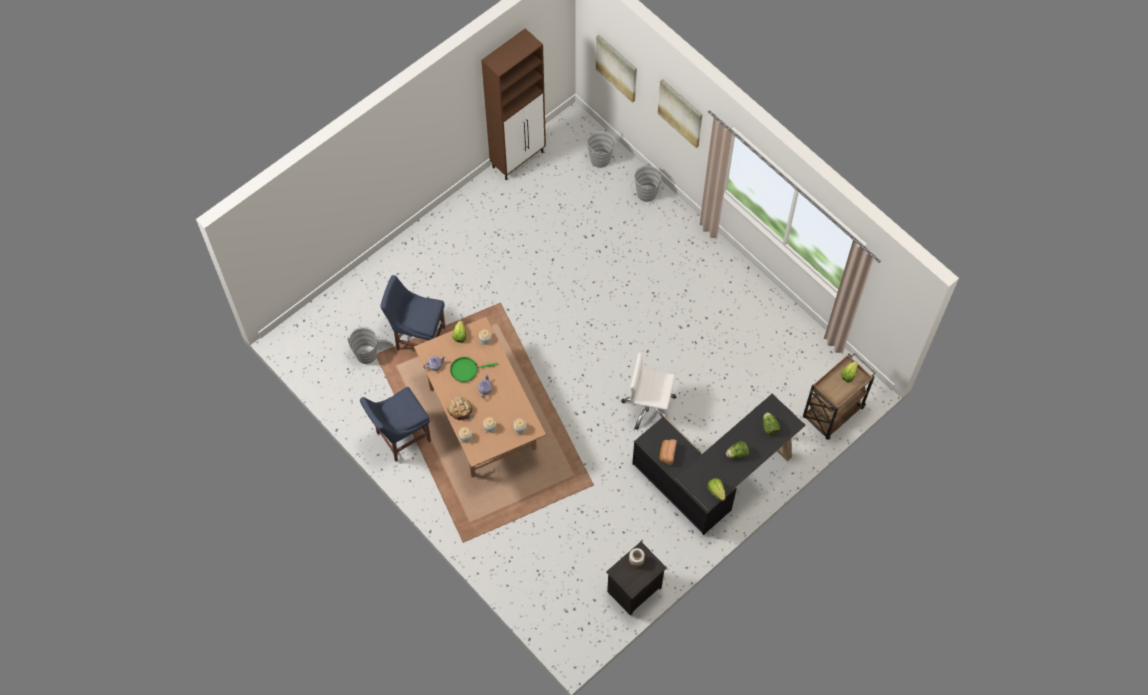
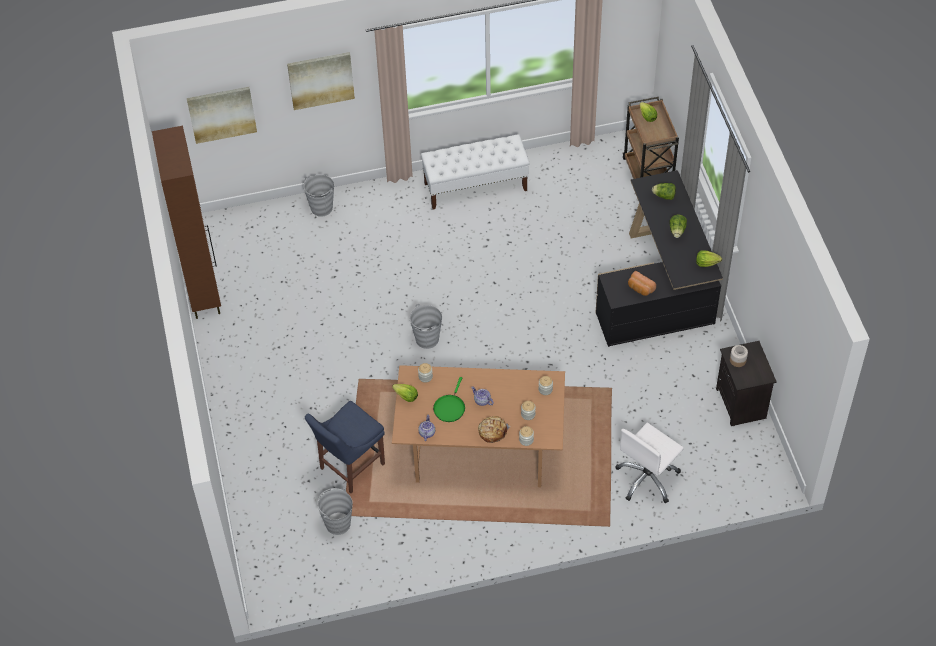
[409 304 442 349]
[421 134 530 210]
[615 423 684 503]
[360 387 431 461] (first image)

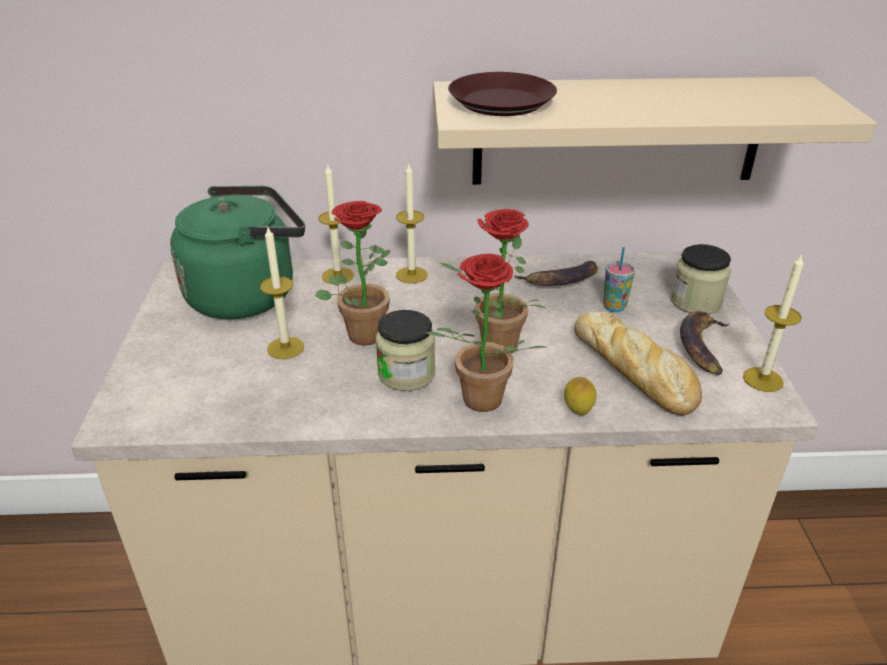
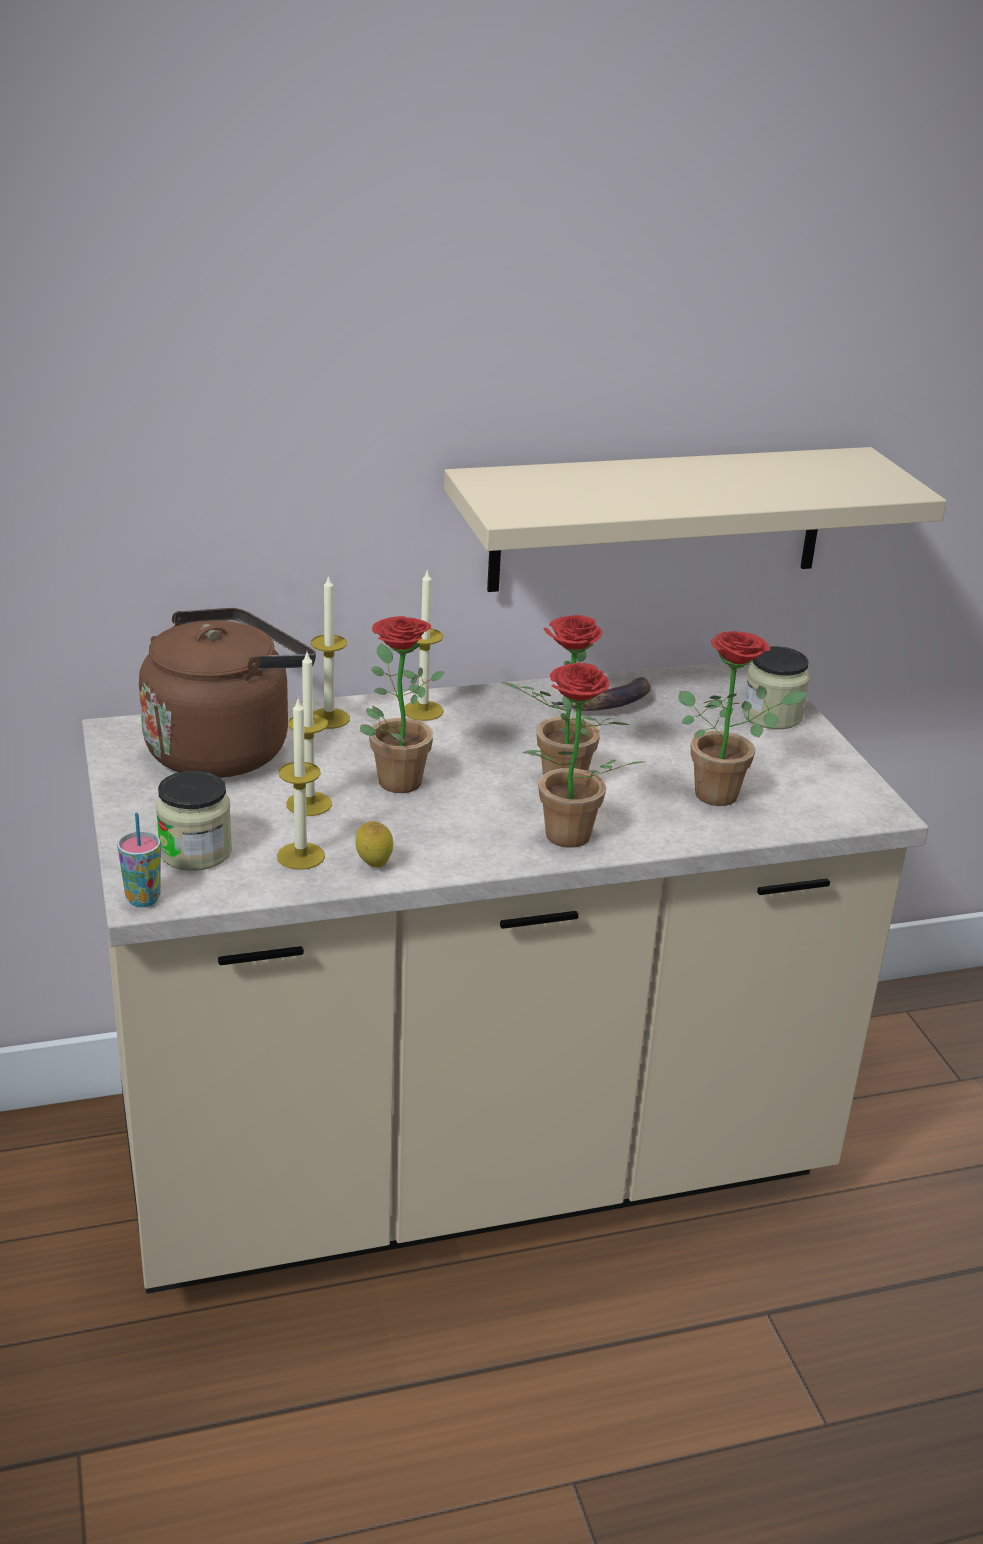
[117 813 161 907]
[139 608 316 778]
[156 770 232 871]
[277 697 325 870]
[355 821 393 868]
[679 631 807 806]
[448 72 557 116] (first image)
[680 311 730 375] (first image)

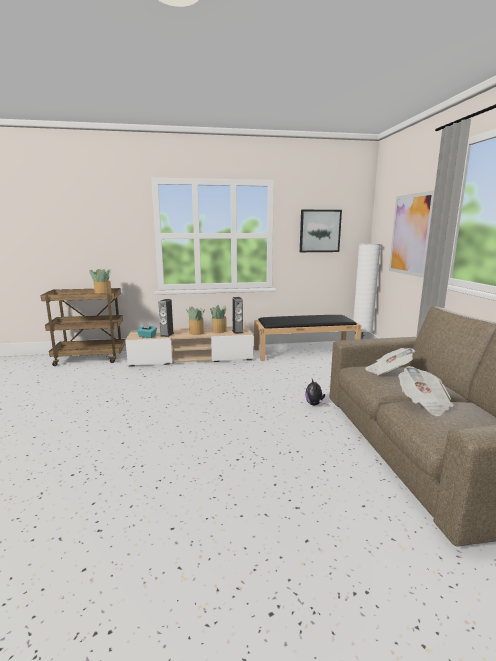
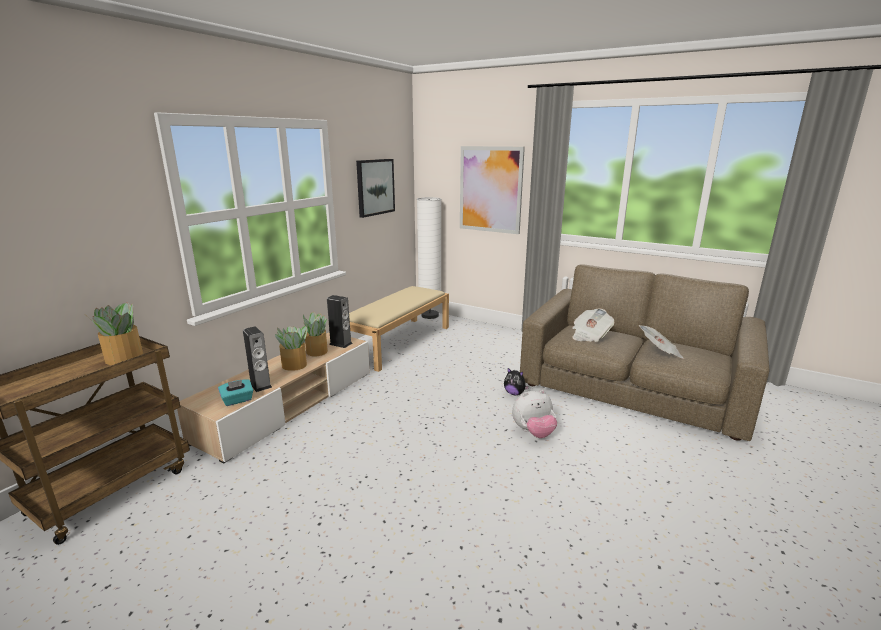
[349 286 449 372]
[512 390 557 438]

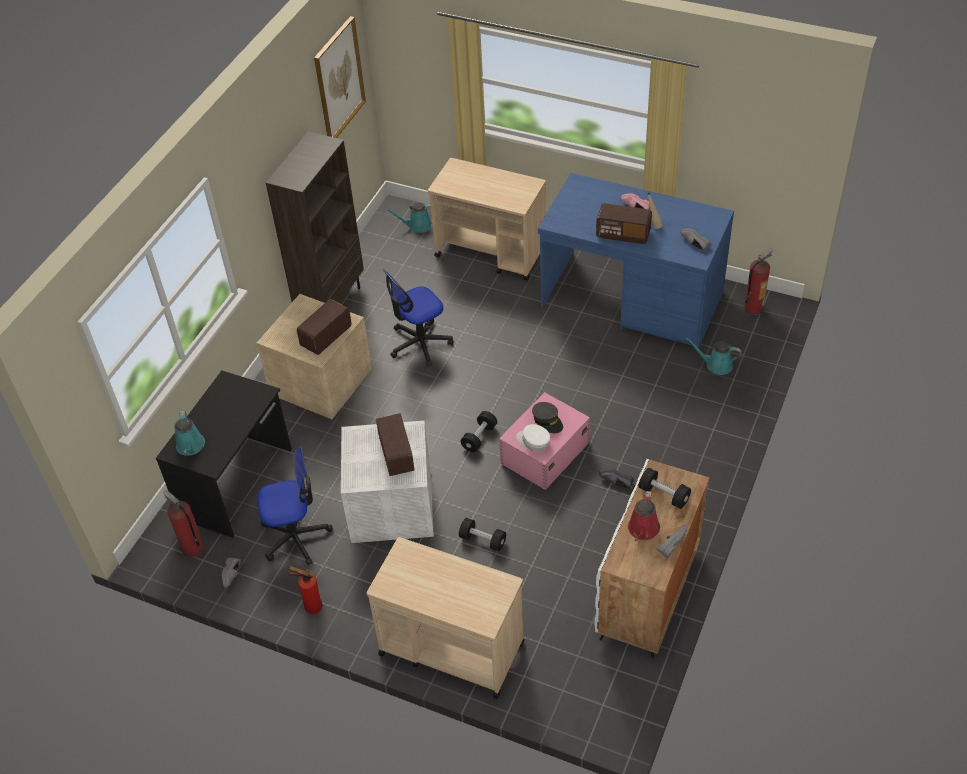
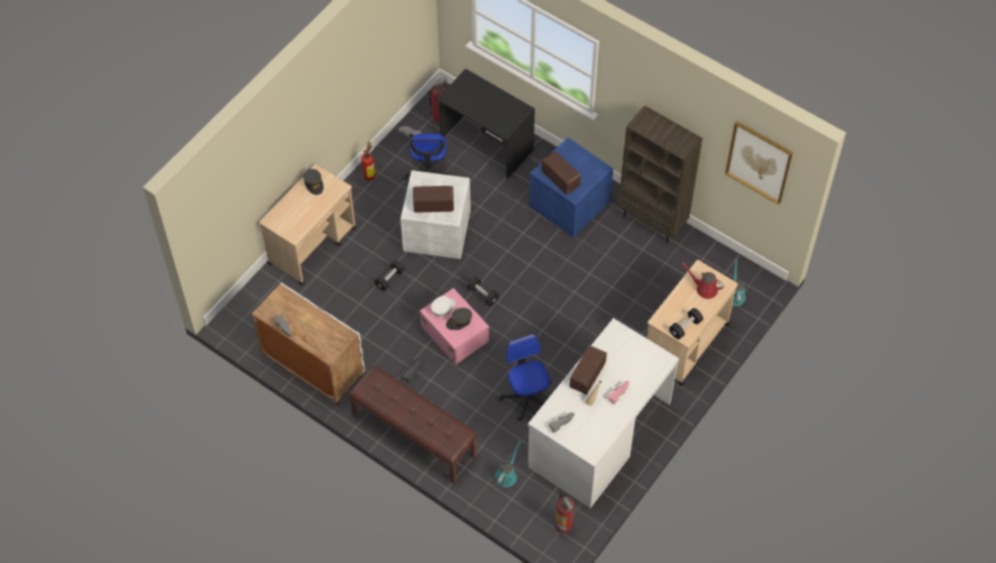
[303 169 323 195]
[348 366 477 483]
[498 334 551 421]
[528 318 679 508]
[529 137 613 238]
[669 308 703 339]
[682 262 724 299]
[174 411 205 456] (first image)

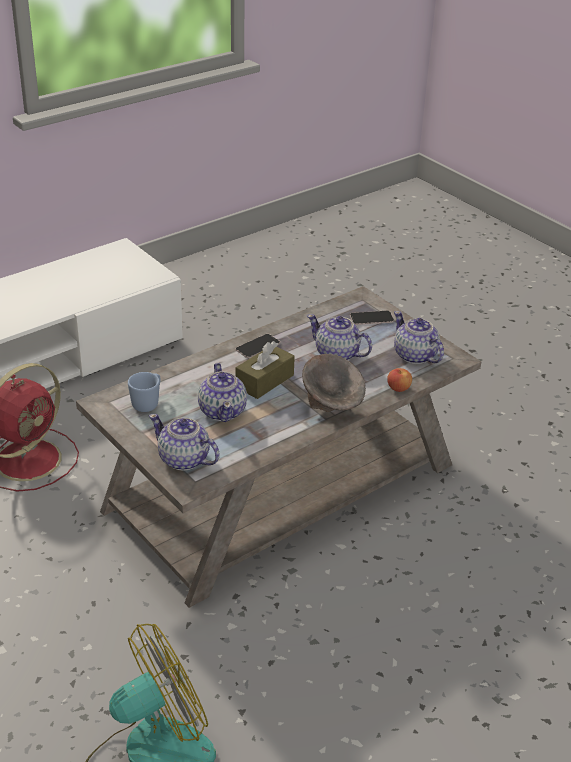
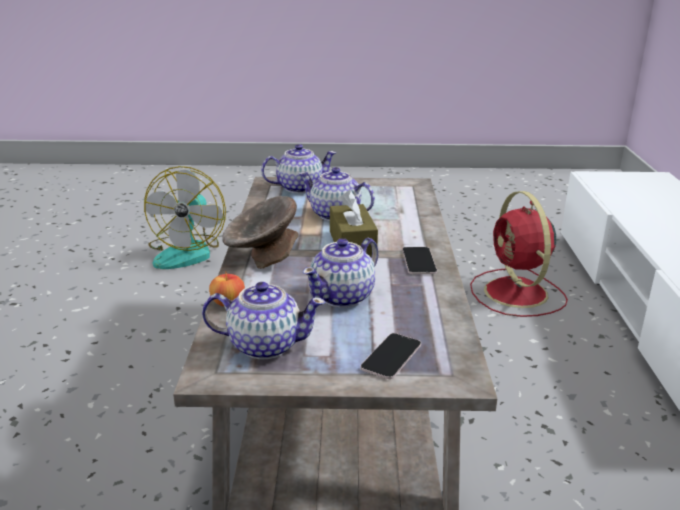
[303 237 378 308]
[128 372 161 412] (first image)

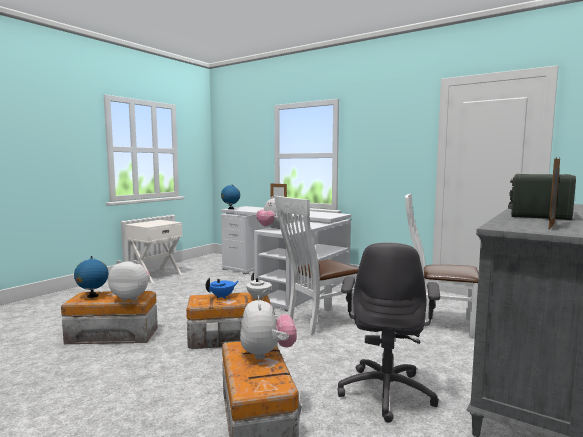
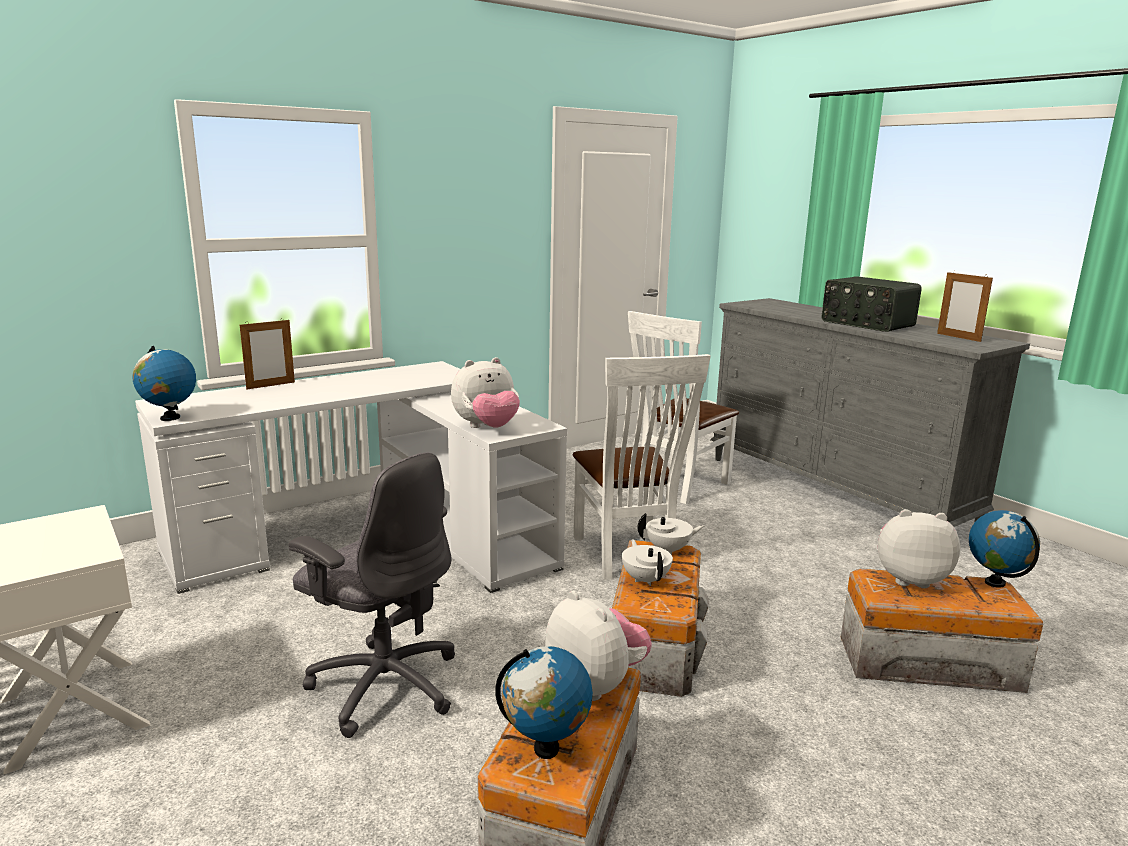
[289 453 455 738]
[545 591 652 701]
[622 539 673 586]
[969 510 1040 588]

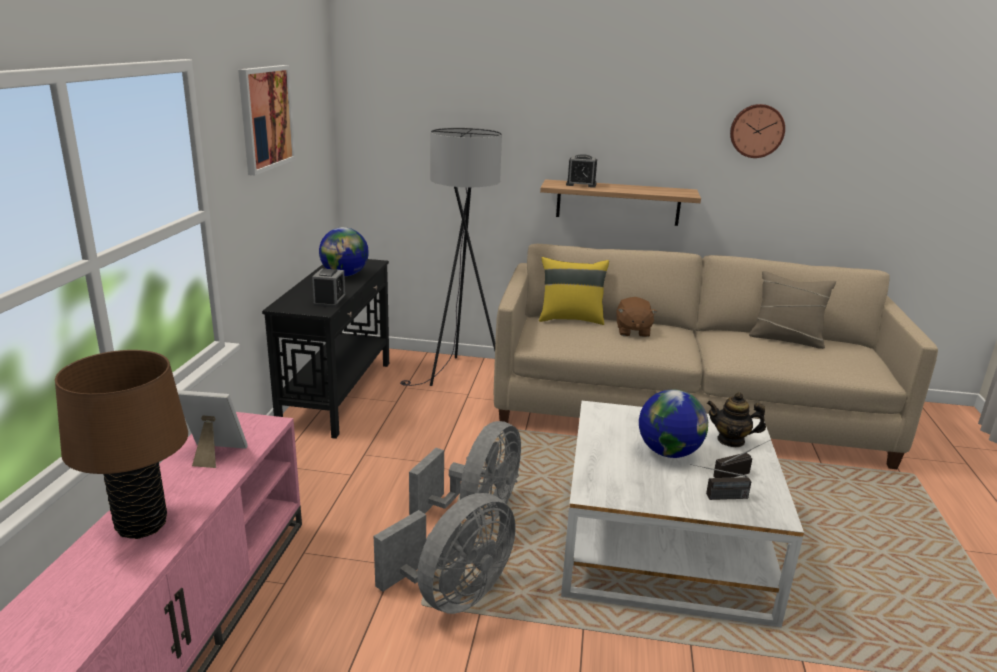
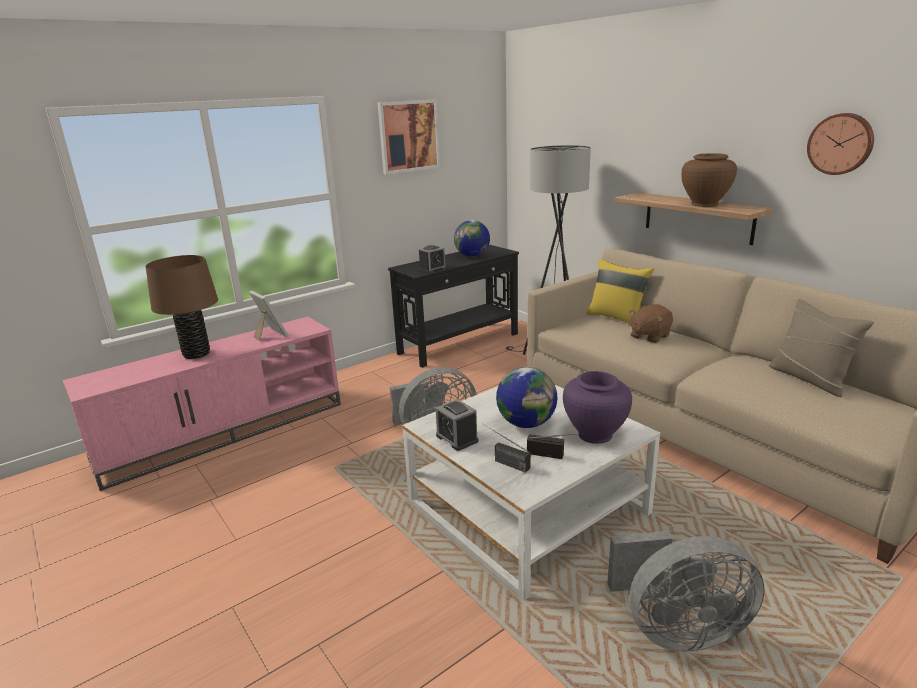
[435 399 479 451]
[563 371 632 444]
[607 531 765 652]
[681 153 737 207]

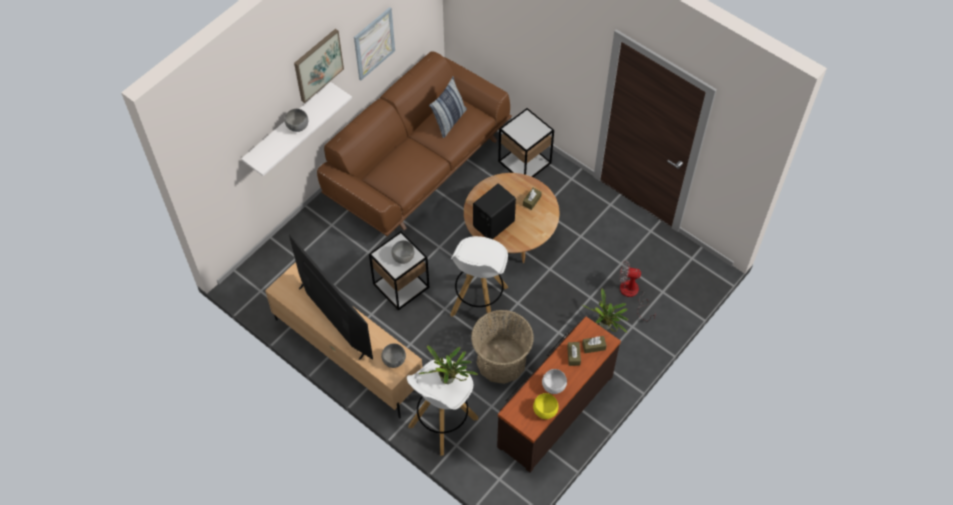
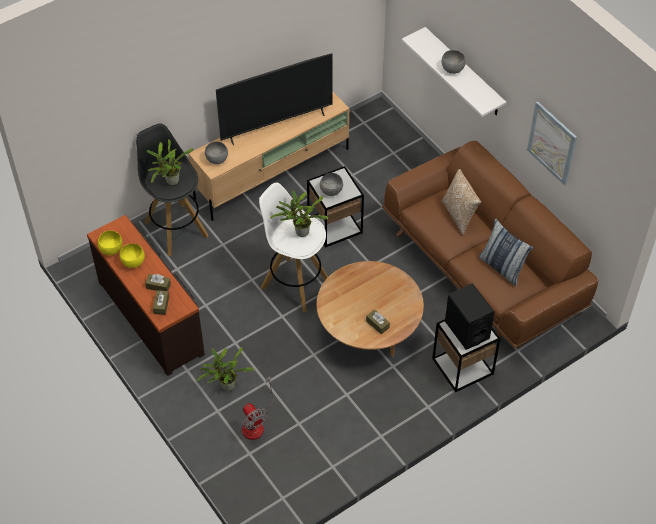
[119 243 145 268]
[136 124 209 256]
[242 376 273 440]
[270 190 328 237]
[442 169 481 235]
[445 283 495 350]
[294 29 344 103] (first image)
[471 310 534 384] (first image)

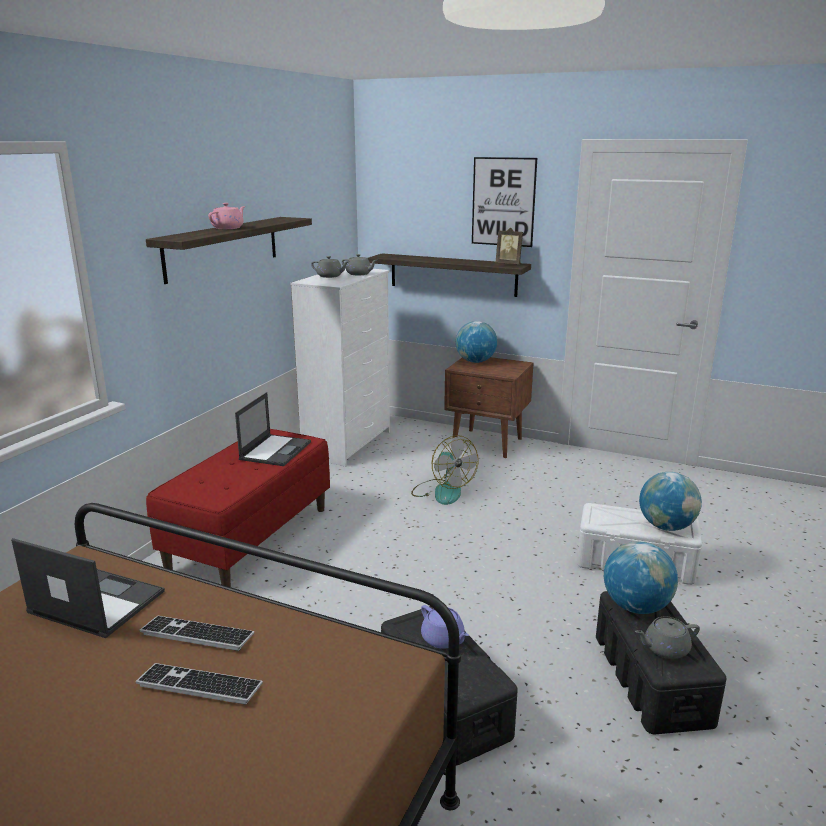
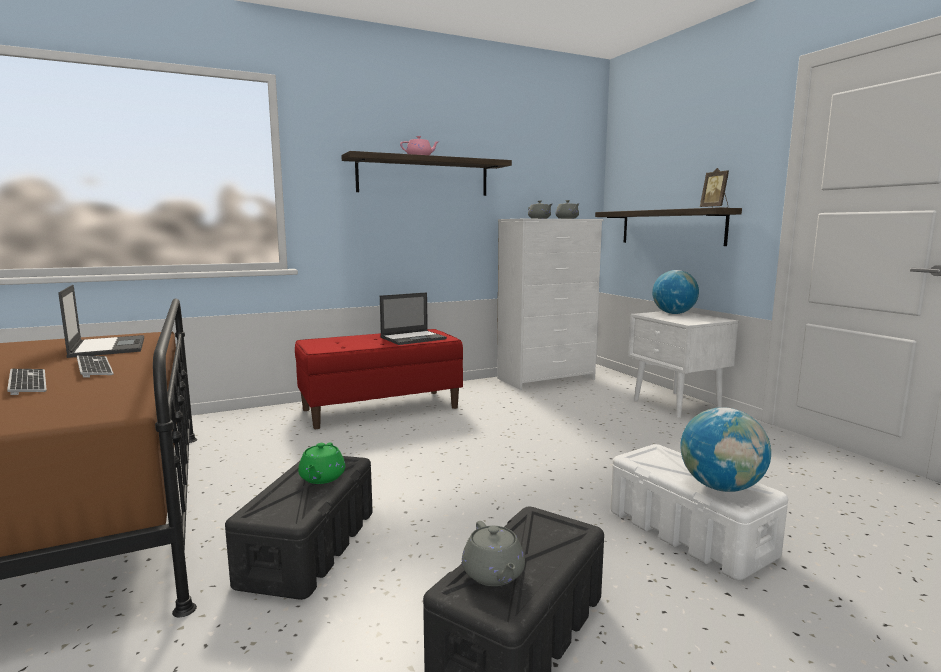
[298 443 345 484]
[462 521 525 586]
[628 311 739 418]
[411 435 479 505] (first image)
[472 157 537 247] (first image)
[604 541 678 614] (first image)

